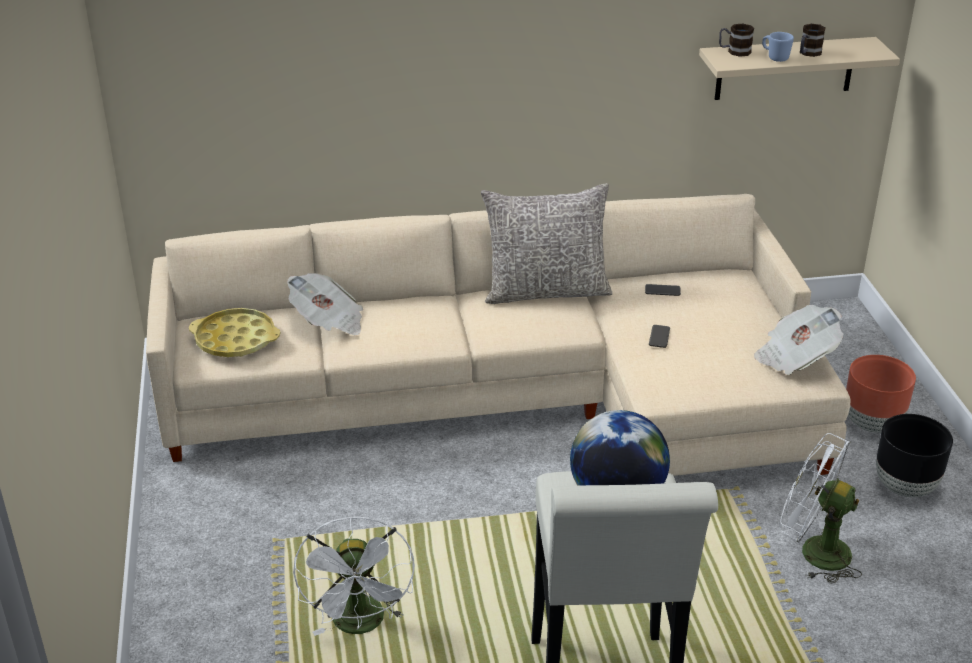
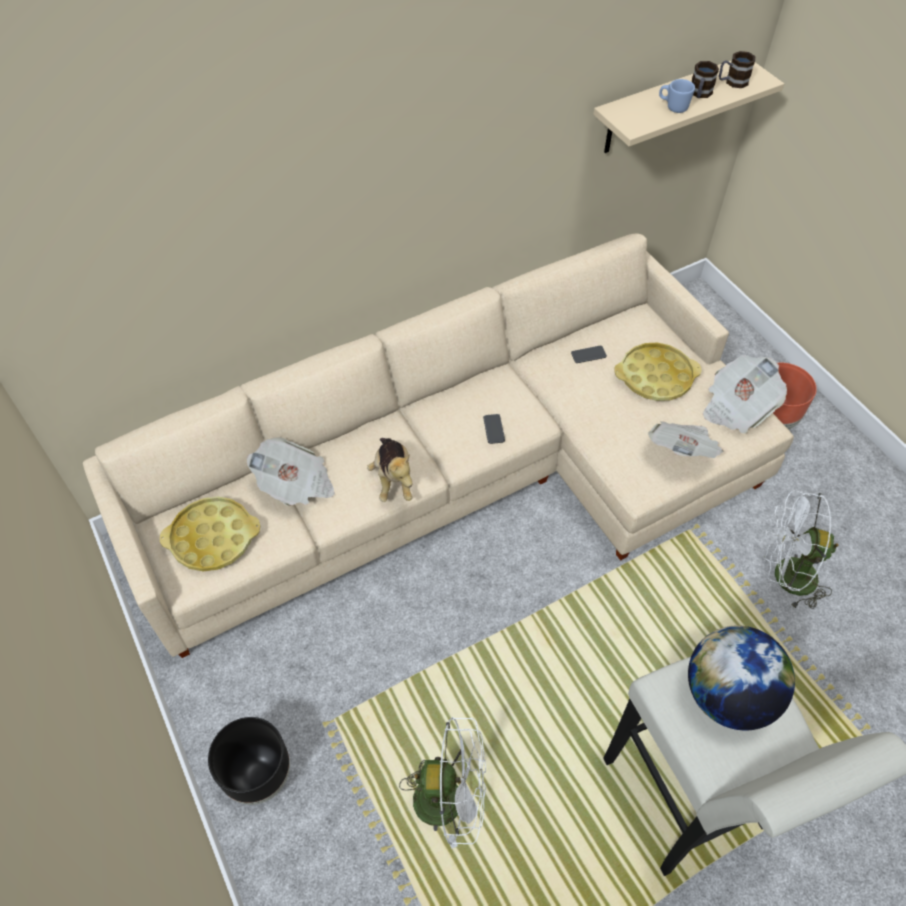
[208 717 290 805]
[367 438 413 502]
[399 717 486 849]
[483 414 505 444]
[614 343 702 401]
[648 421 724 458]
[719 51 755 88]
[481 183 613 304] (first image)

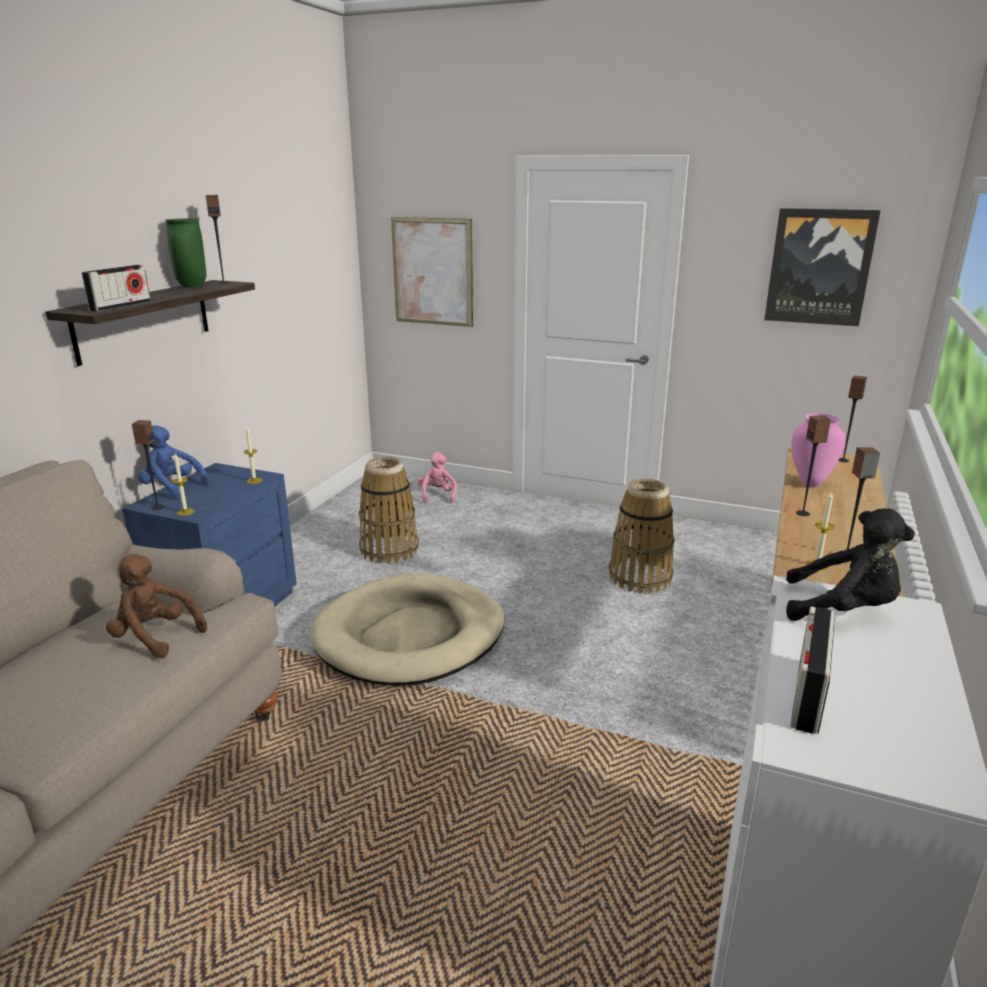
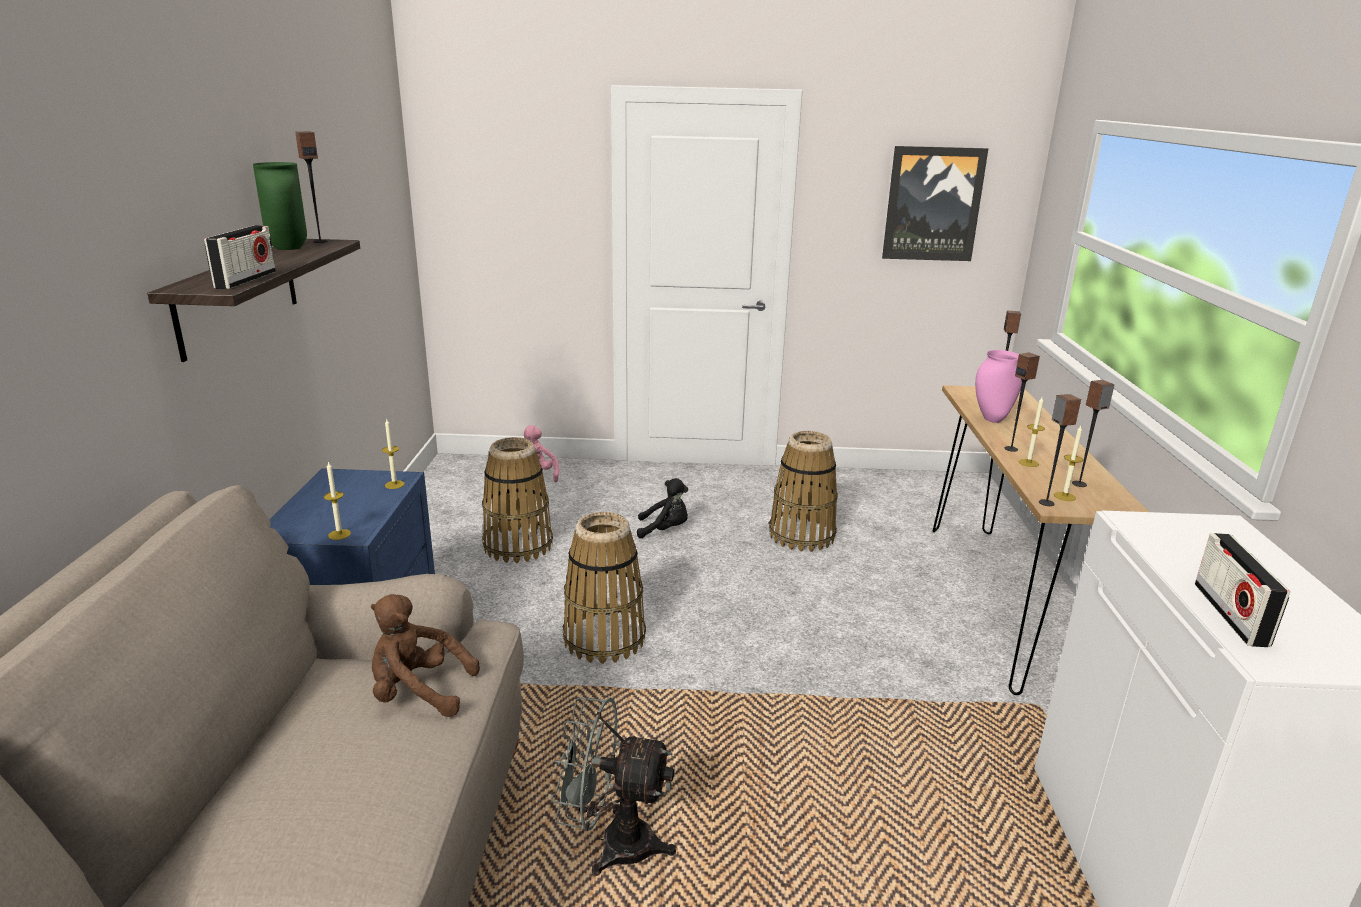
[551 697 676 876]
[563 512 646 664]
[637 478 688 539]
[1019 397 1045 467]
[1039 394 1081 506]
[138 426 210 497] (first image)
[391 217 473 327] (first image)

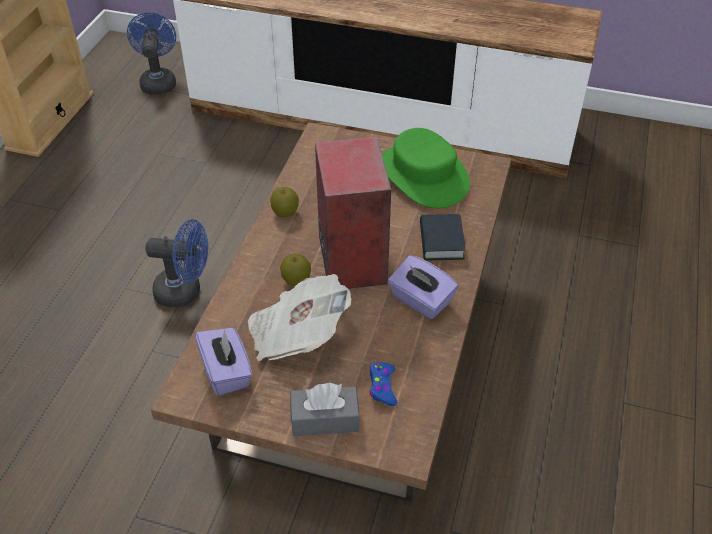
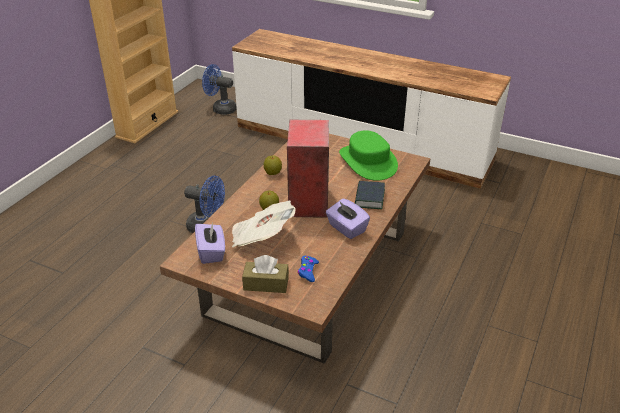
[202 64 237 115]
[242 255 289 293]

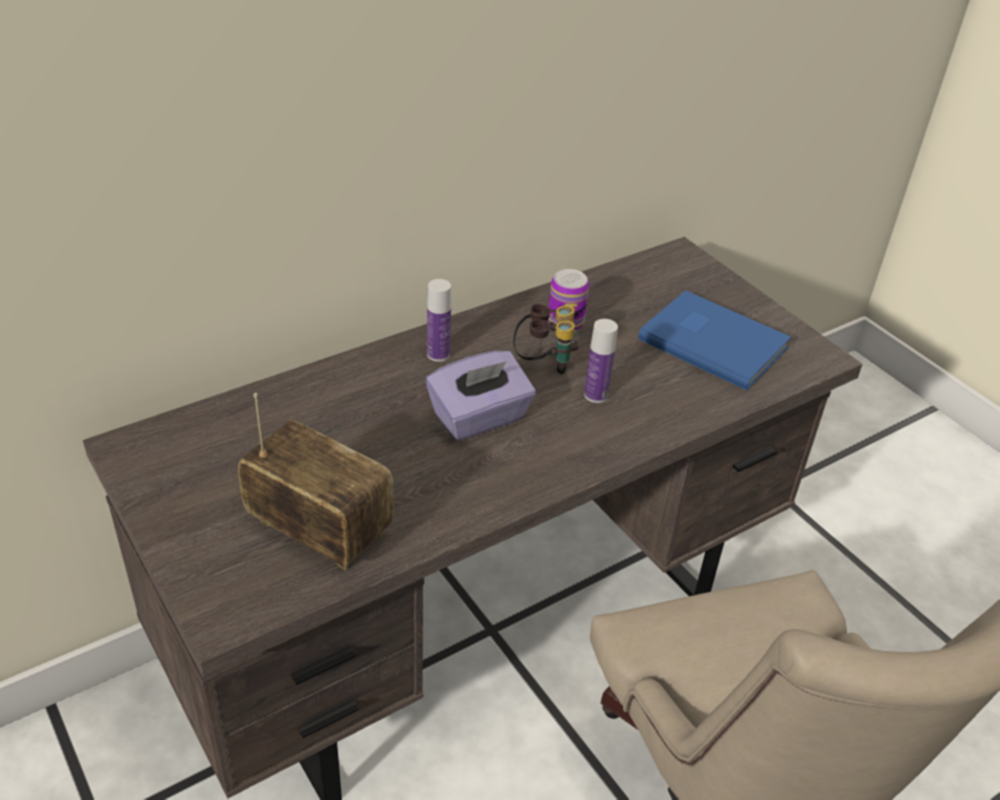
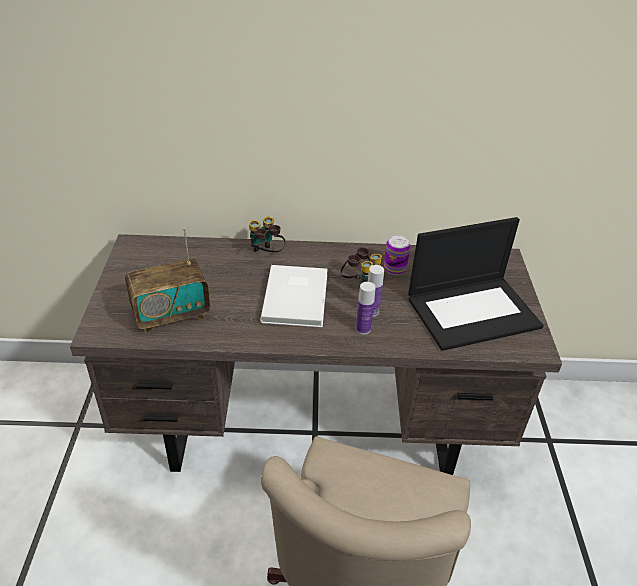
[125 228 210 333]
[249 216 286 252]
[260 265 328 327]
[356 282 376 334]
[408 217 544 351]

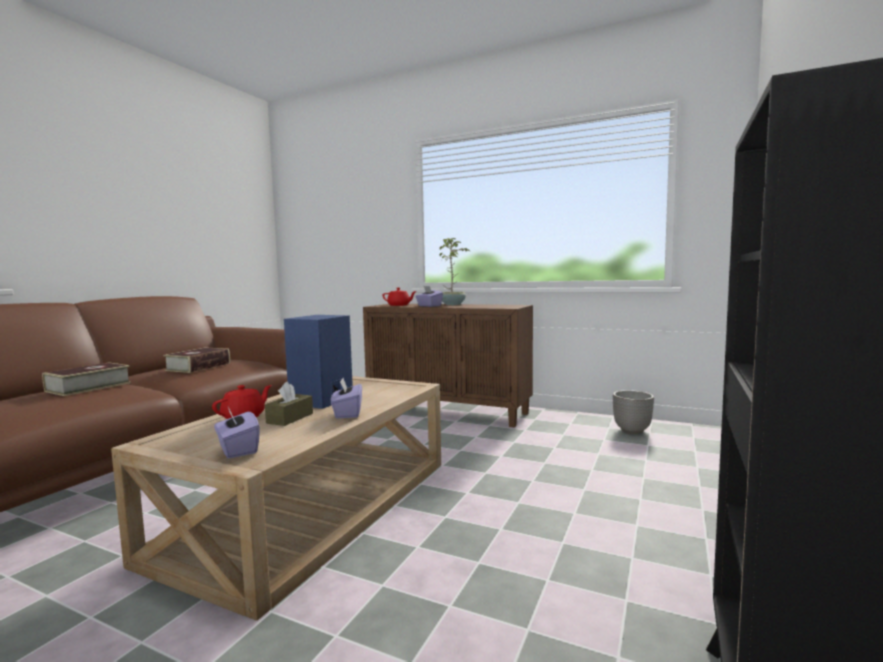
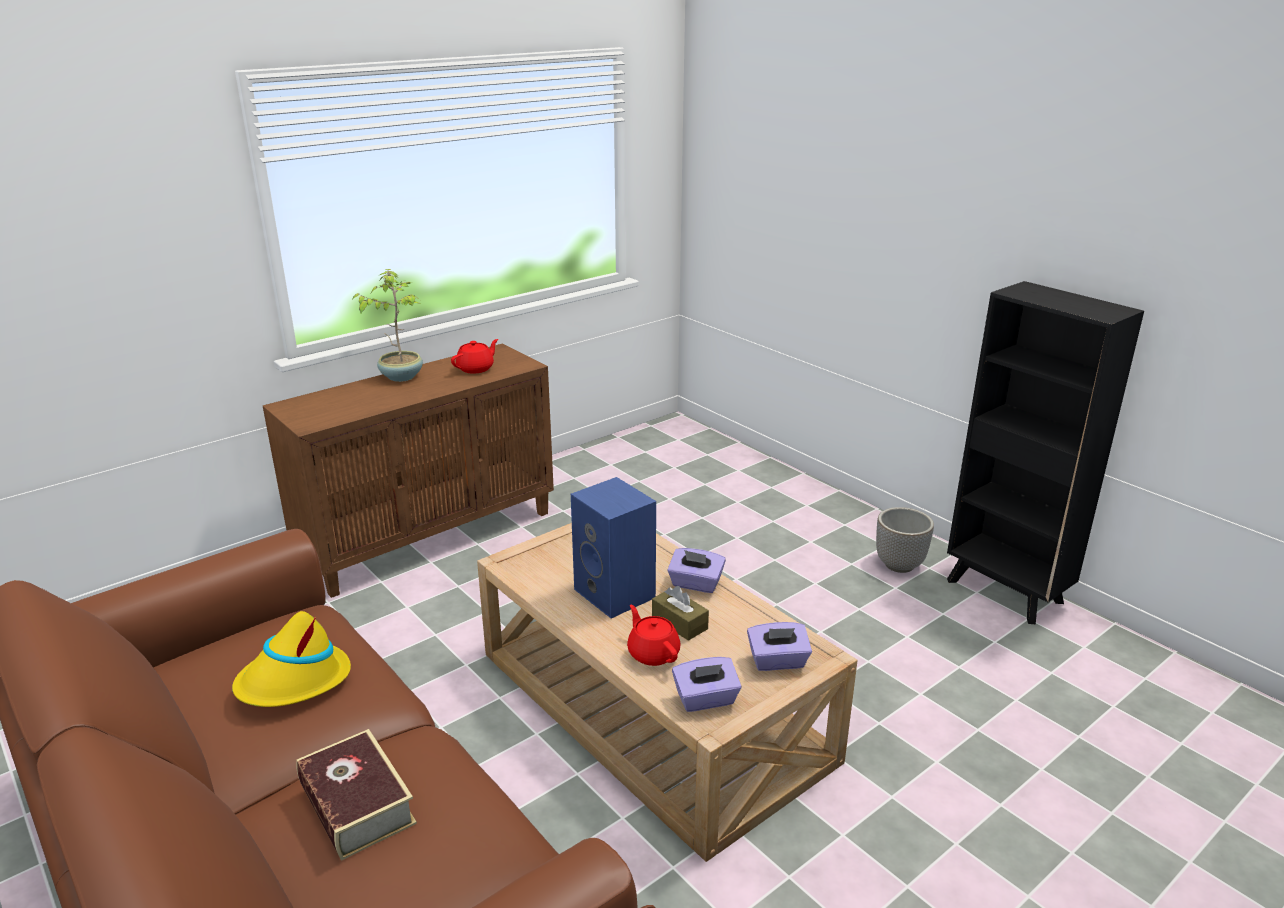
[232 611 351 707]
[451 339 498 374]
[672 657 742 712]
[876 507 934 573]

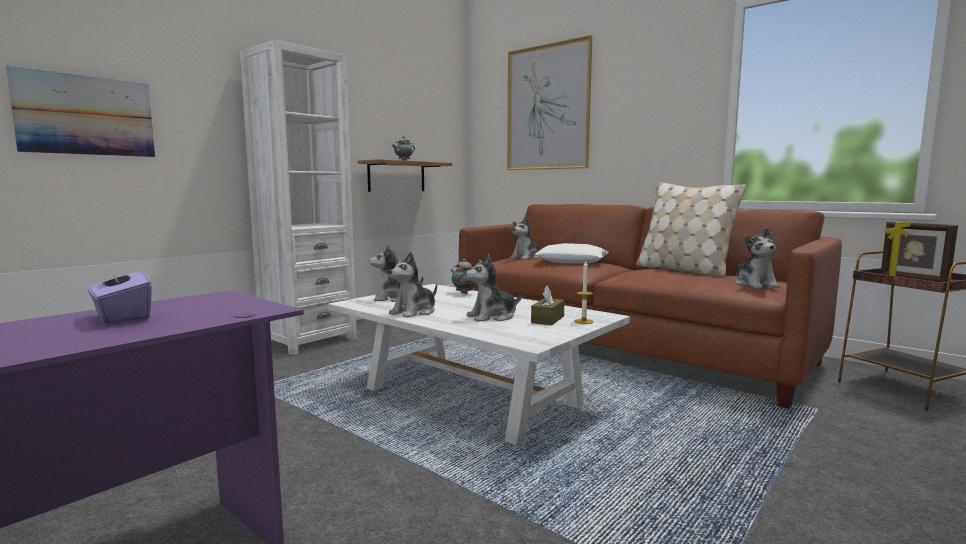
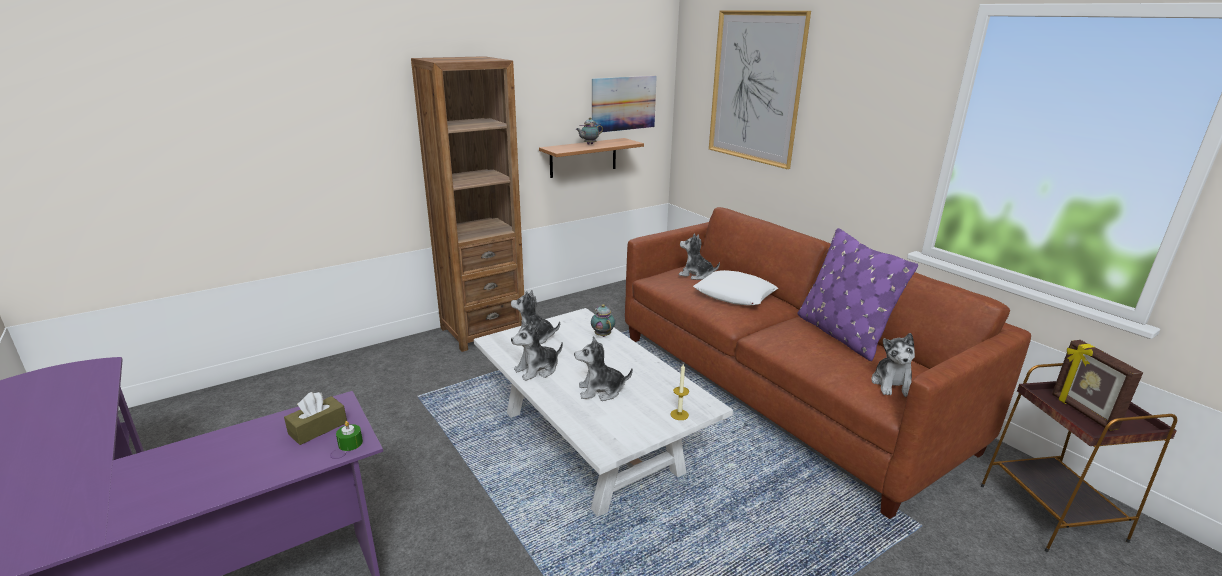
[284 392 347 445]
[336 421 363 451]
[411 56 524 352]
[592 76 657 132]
[679 233 720 280]
[797 228 918 361]
[87 261 152 325] (first image)

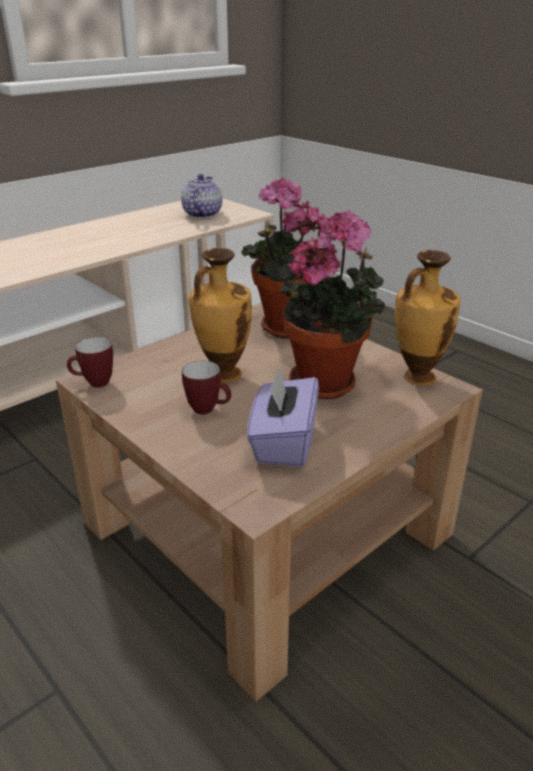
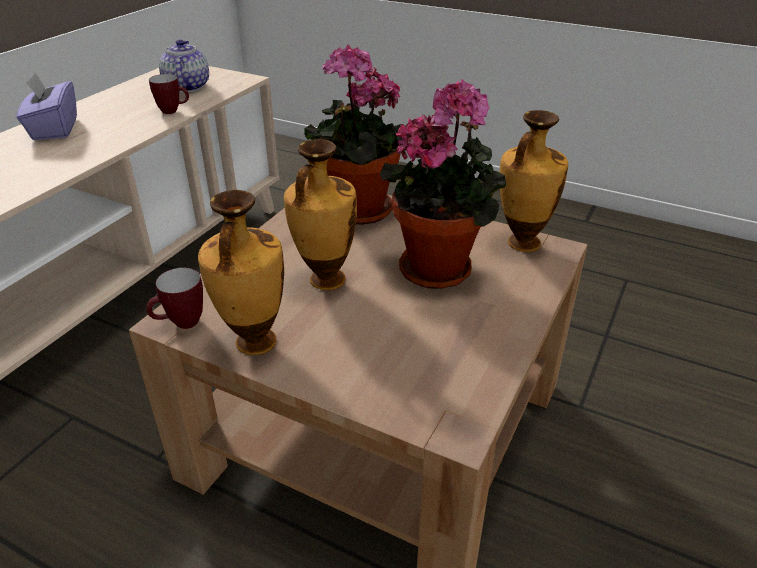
[17 72 77 140]
[149 74 189 114]
[198 190 284 355]

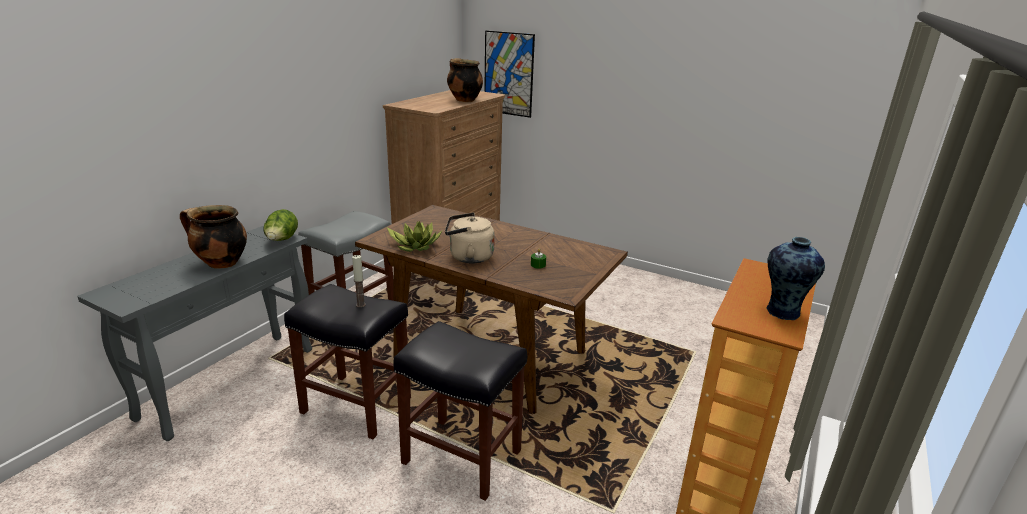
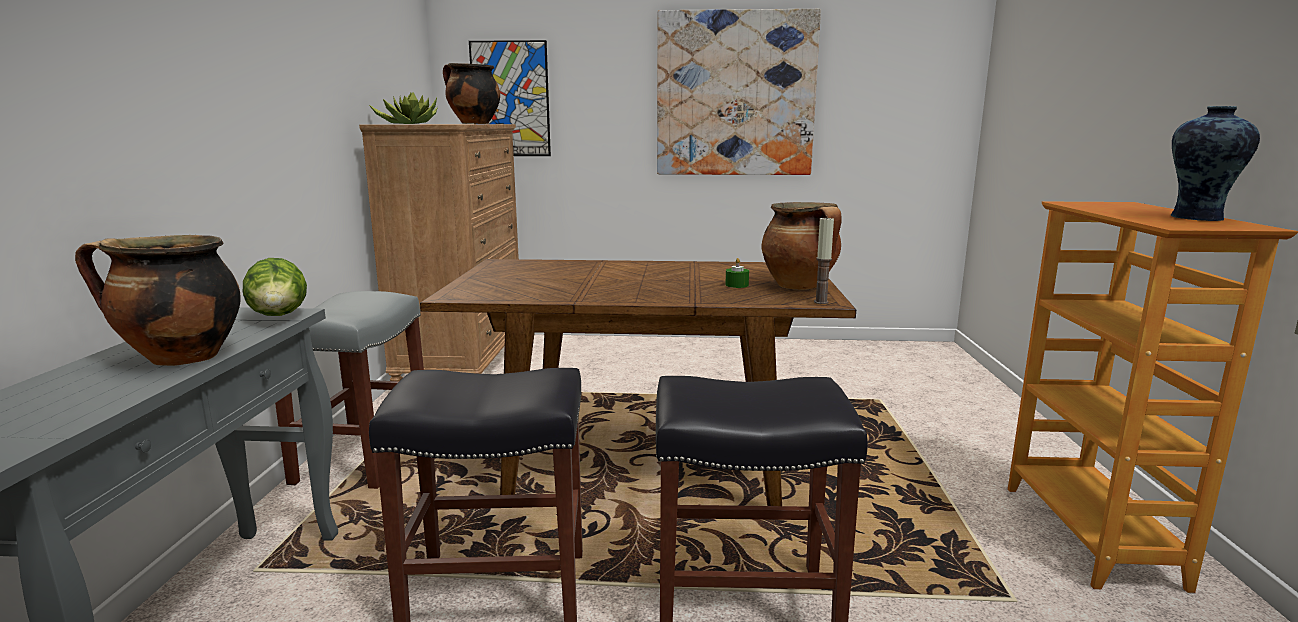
[368 92 438 124]
[657 9 821 175]
[762 202 842 290]
[814 216 834 304]
[445 212 495 263] (first image)

